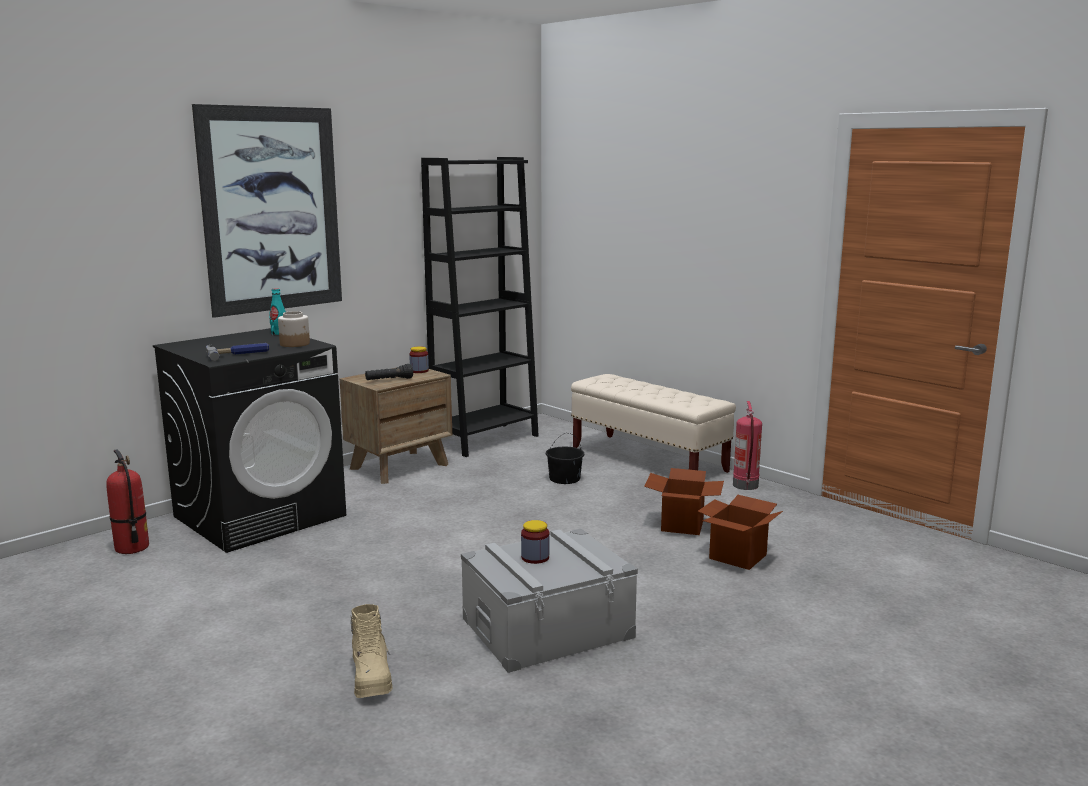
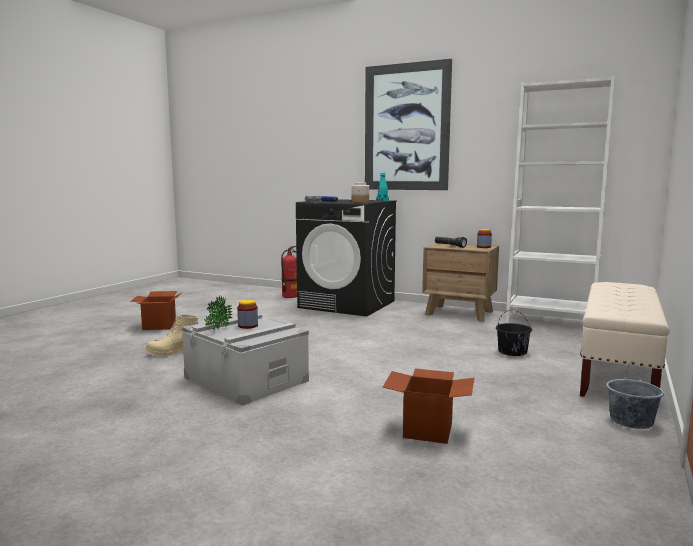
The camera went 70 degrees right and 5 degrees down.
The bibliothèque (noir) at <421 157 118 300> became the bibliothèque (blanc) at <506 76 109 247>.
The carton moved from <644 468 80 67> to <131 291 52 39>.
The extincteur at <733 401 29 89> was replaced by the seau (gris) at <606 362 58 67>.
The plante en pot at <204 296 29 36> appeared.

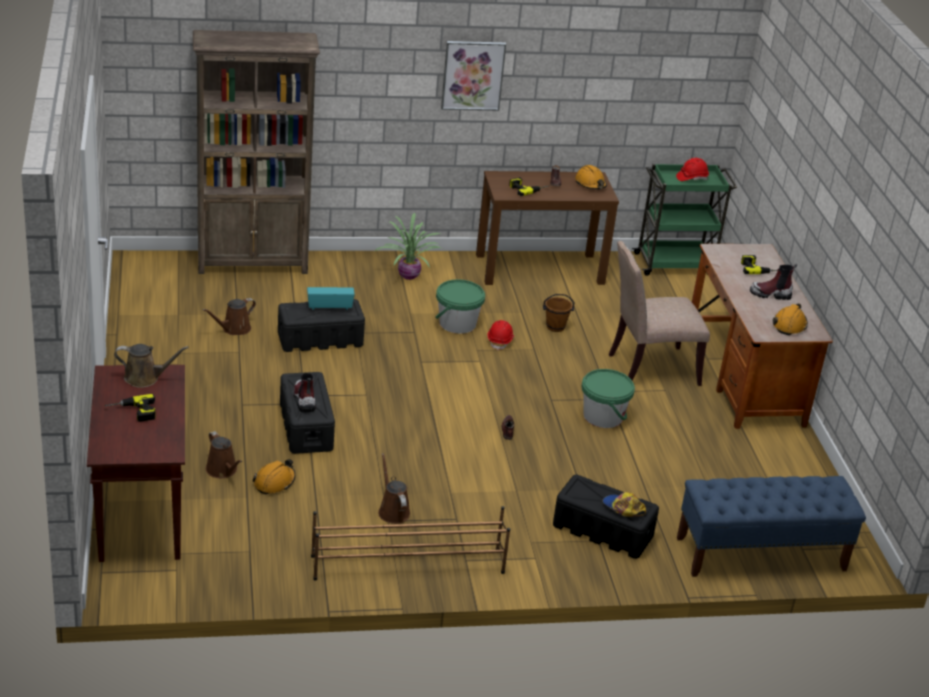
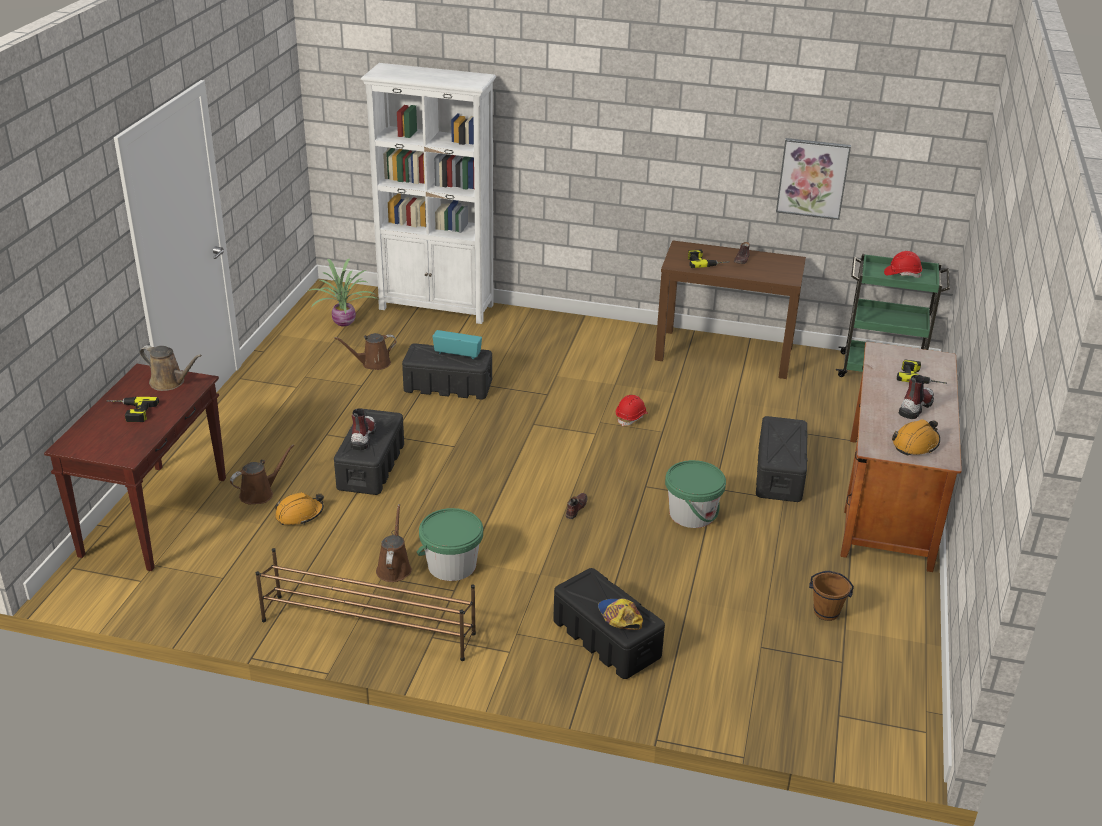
The camera went 25 degrees right and 0 degrees up.
The bibliothèque (marron) at <193 30 127 244> became the bibliothèque (blanc) at <361 63 135 261>.
The arrosoir (marron) at <206 431 36 47> turned 120 degrees counterclockwise.
The plante en pot moved from <375 213 66 67> to <307 258 71 69>.
The seau (vert) moved from <435 279 50 55> to <417 508 66 73>.
The tableau moved from <441 41 65 70> to <776 138 75 82>.
The seau (marron) moved from <543 294 32 38> to <809 571 45 50>.
The casque de chantier (orange) at <575 165 32 24> disappeared.
The chaise (beige) at <609 241 101 145> was replaced by the boîte de rangement (noir) at <756 416 52 86>.
The banc (bleu) at <677 476 189 101> disappeared.
The botte at <750 264 47 36> turned 105 degrees clockwise.

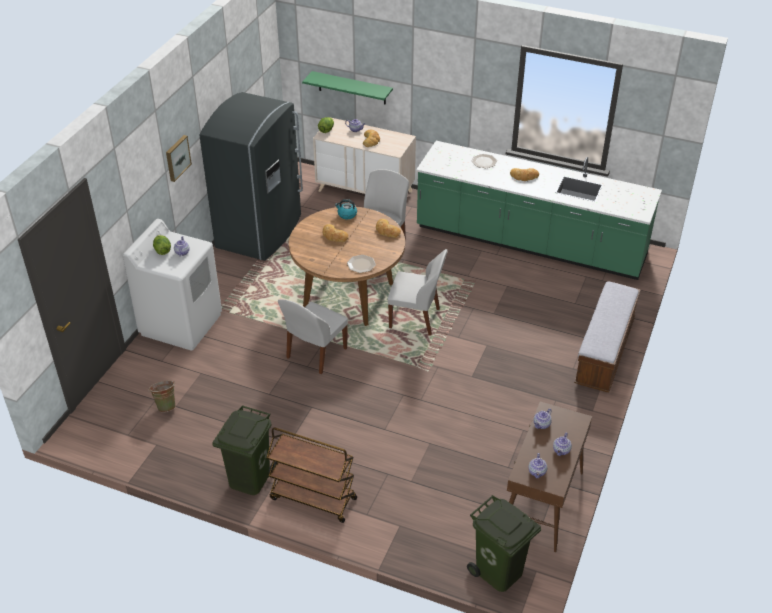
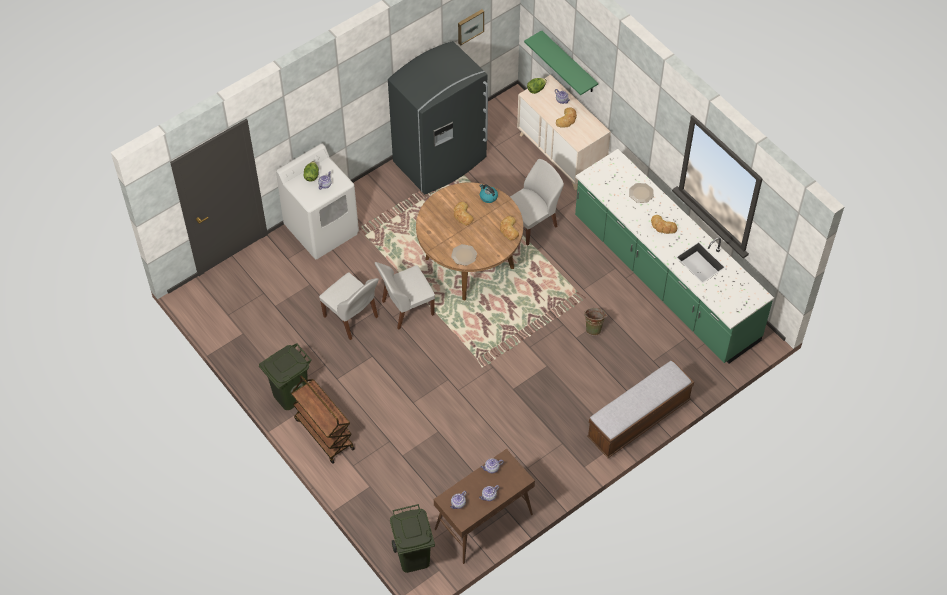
The camera went 30 degrees right and 15 degrees up.
The seau (vert) moved from <148 381 28 31> to <584 308 23 28>.
The tableau moved from <166 135 26 47> to <458 9 26 37>.
The chaise (blanc) moved from <388 249 60 86> to <319 272 60 68>.

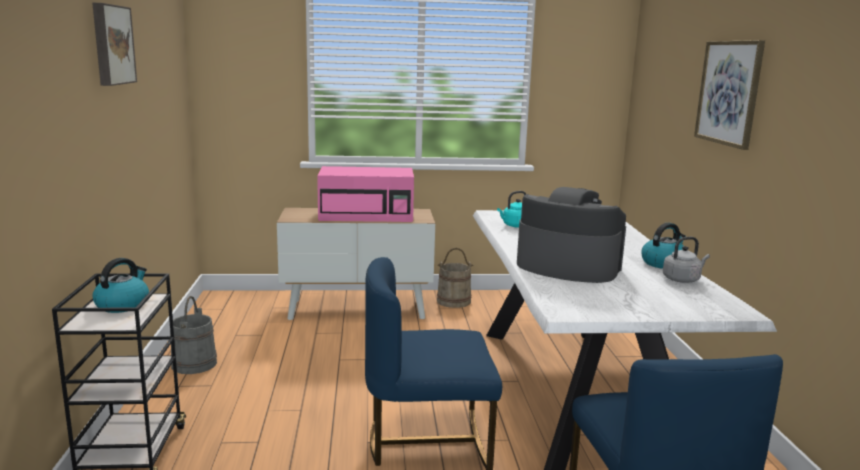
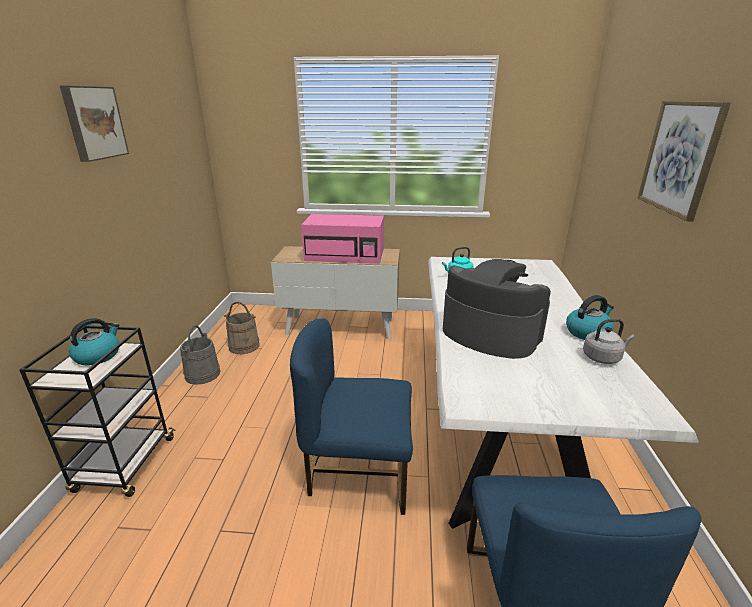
The camera went 10 degrees right and 10 degrees up.
The seau (beige) moved from <437 248 37 60> to <224 302 36 52>.

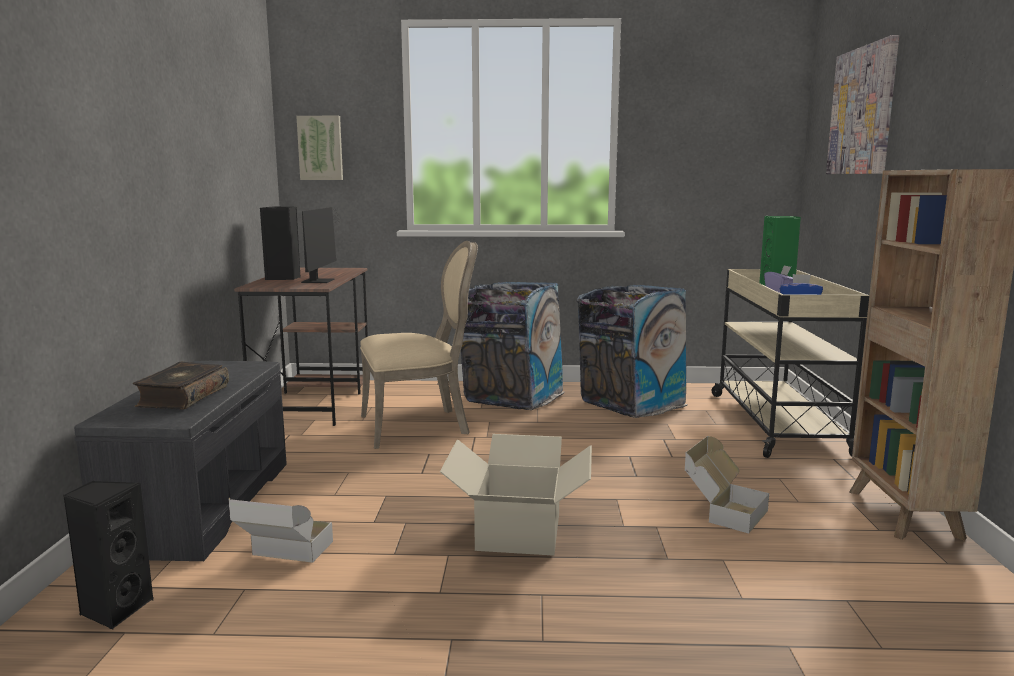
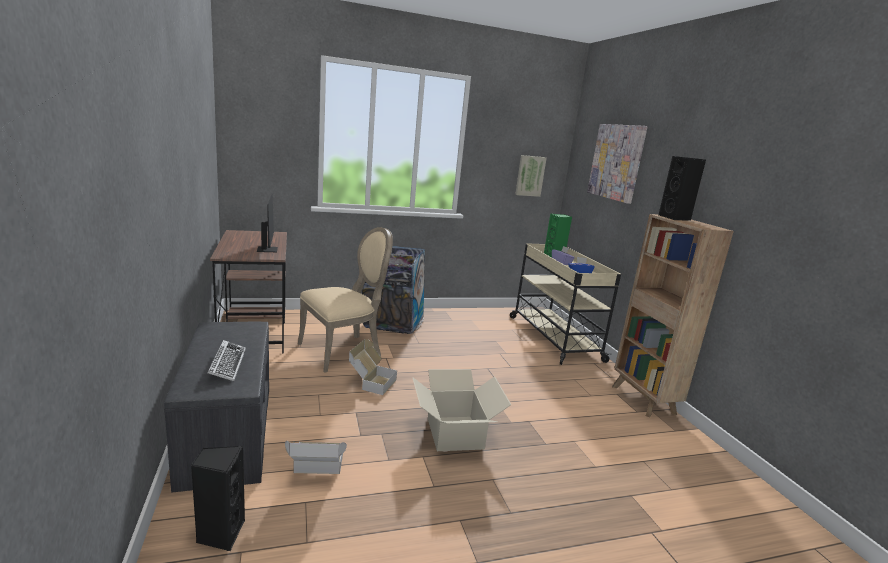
The camera went 20 degrees left and 5 degrees up.
The livre at <133 362 96 48> was replaced by the clavier at <207 340 39 41>.
The enceinte (noir) moved from <260 206 41 74> to <659 156 47 65>.
The tableau moved from <296 116 47 64> to <515 155 32 42>.
The poubelle at <576 285 112 133> disappeared.
The carton moved from <685 436 84 98> to <349 339 48 56>.

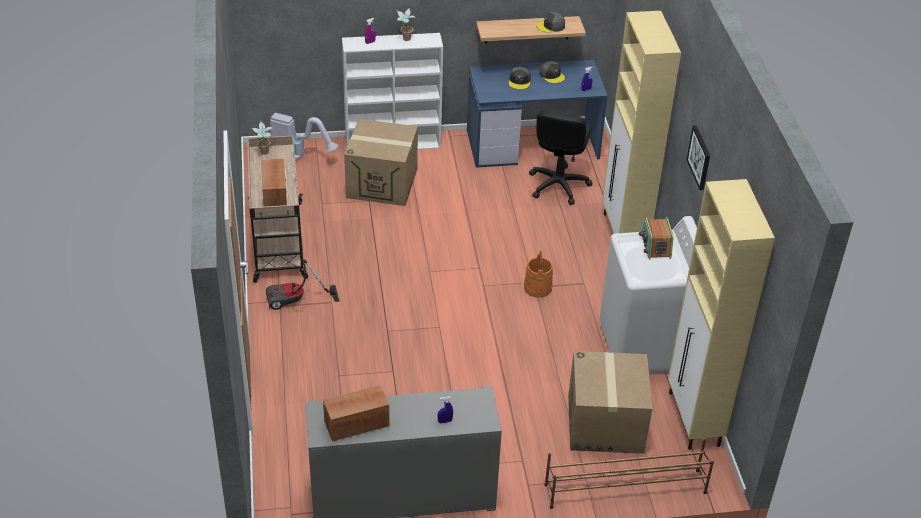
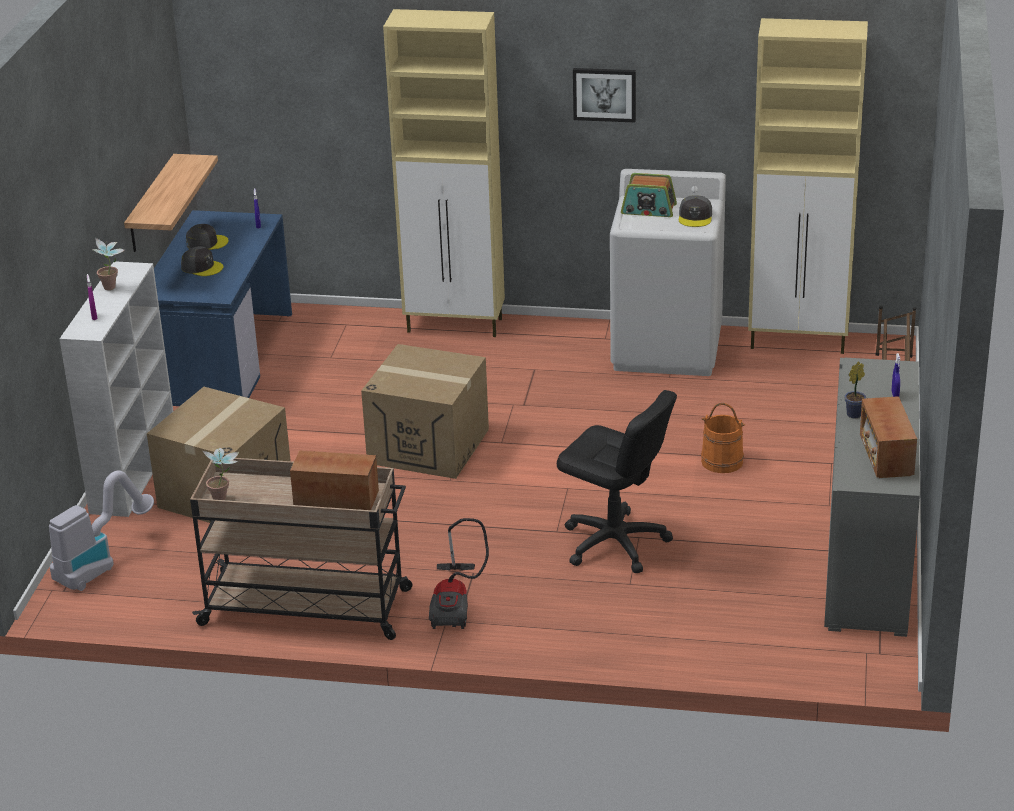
The camera went 70 degrees left and 10 degrees down.
The seau (orange) moved from <524 251 29 47> to <701 403 44 70>.
The chaise de bureau (noir) moved from <529 111 64 94> to <557 390 120 183>.
The casquette (gris) moved from <536 12 29 20> to <679 195 33 32>.
The carton moved from <568 351 84 103> to <361 344 128 135>.
The plante en pot at <845 361 21 57> appeared.

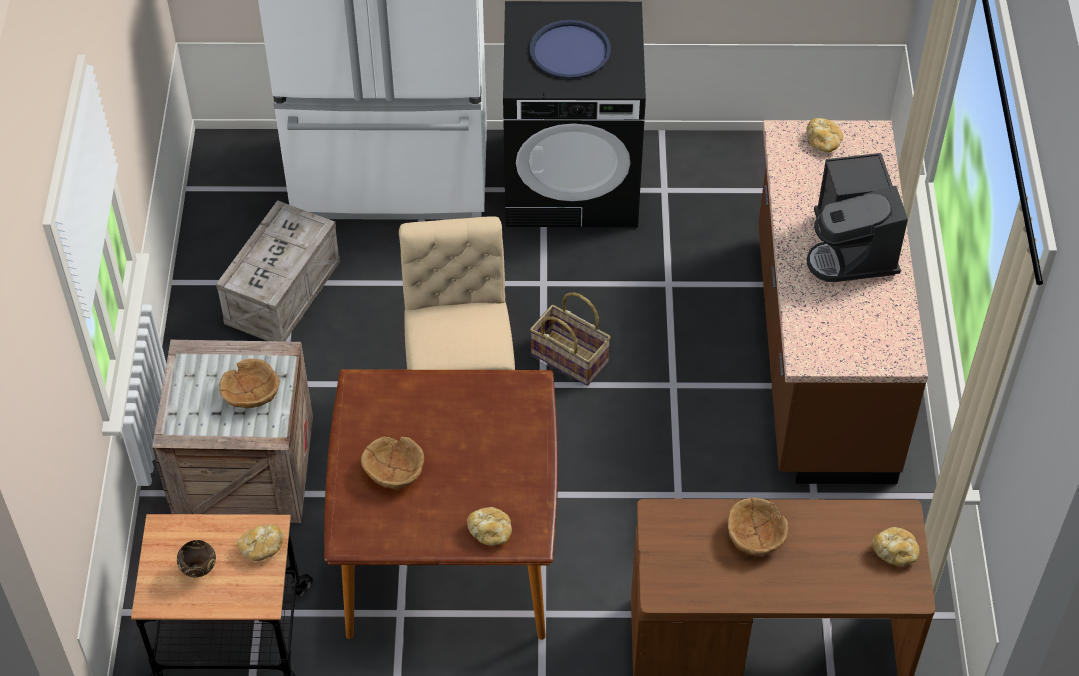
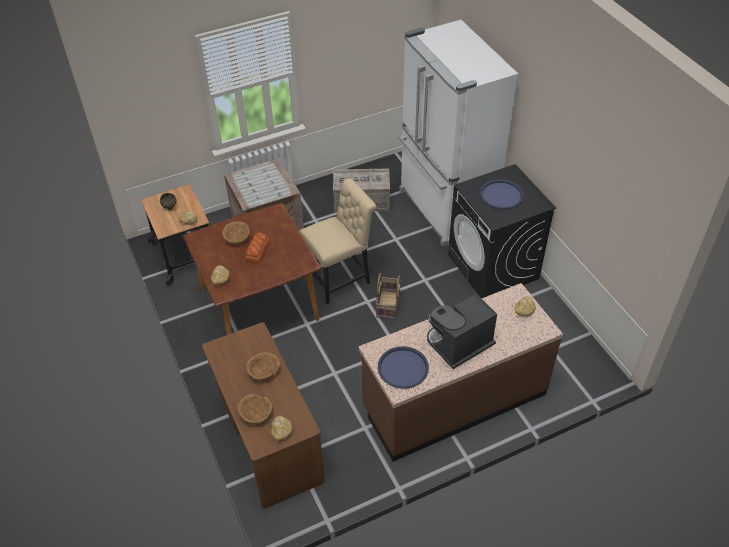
The camera went 65 degrees right and 5 degrees down.
The bol (marron) moved from <219 359 61 49> to <237 394 35 31>.
The pain at <245 233 25 31> appeared.
The plateau (bleu) at <378 346 51 43> appeared.

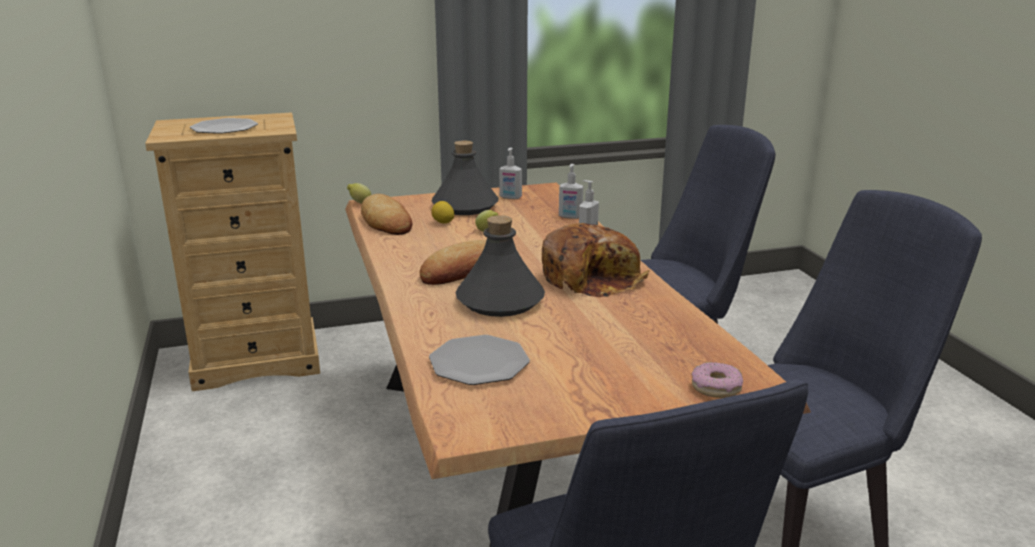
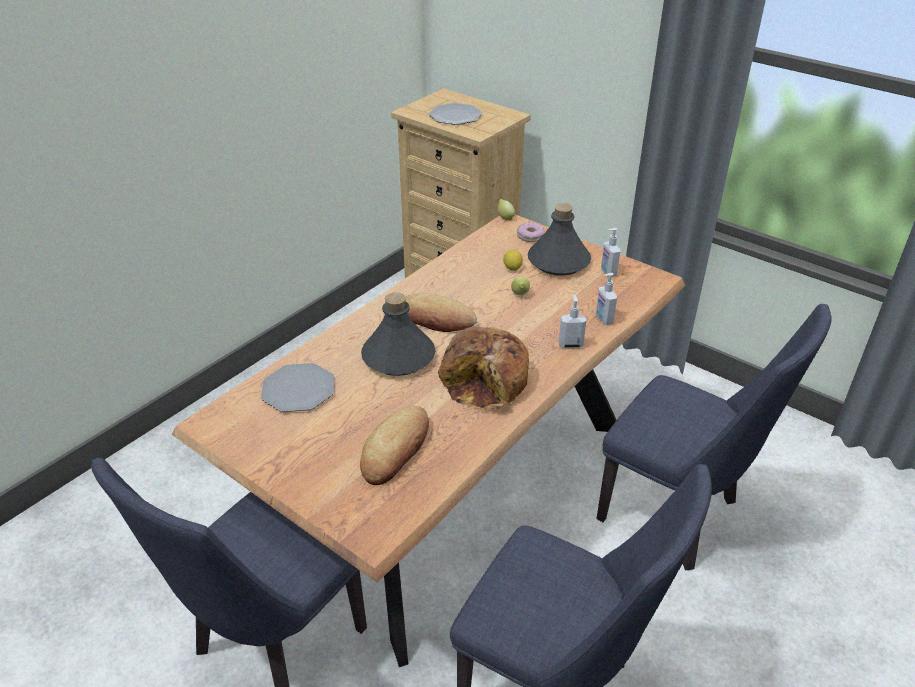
The camera went 55 degrees right and 15 degrees up.
The pain moved from <361 194 51 41> to <360 406 69 79>.
The beignet moved from <691 362 52 36> to <517 222 27 20>.

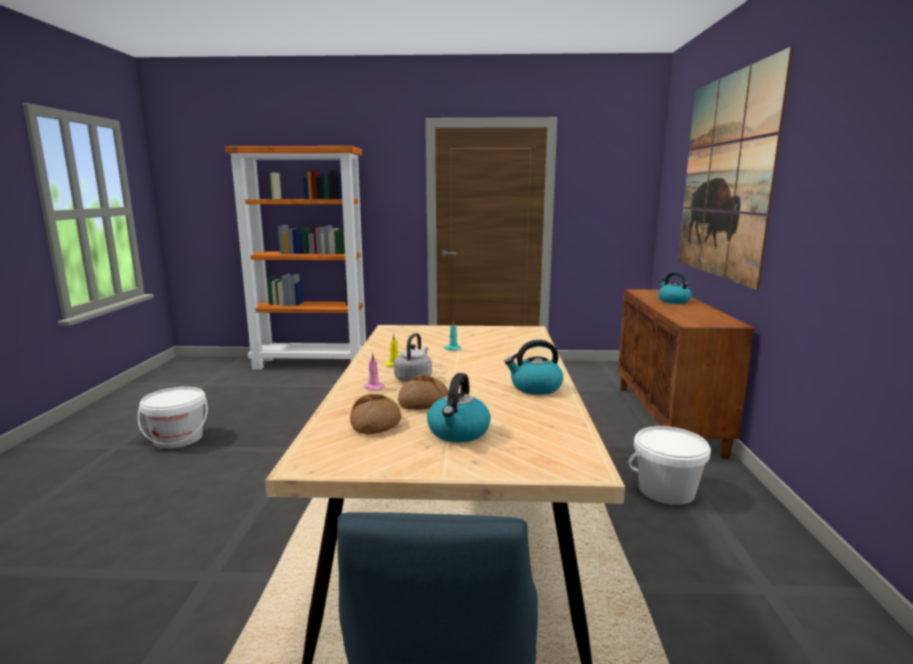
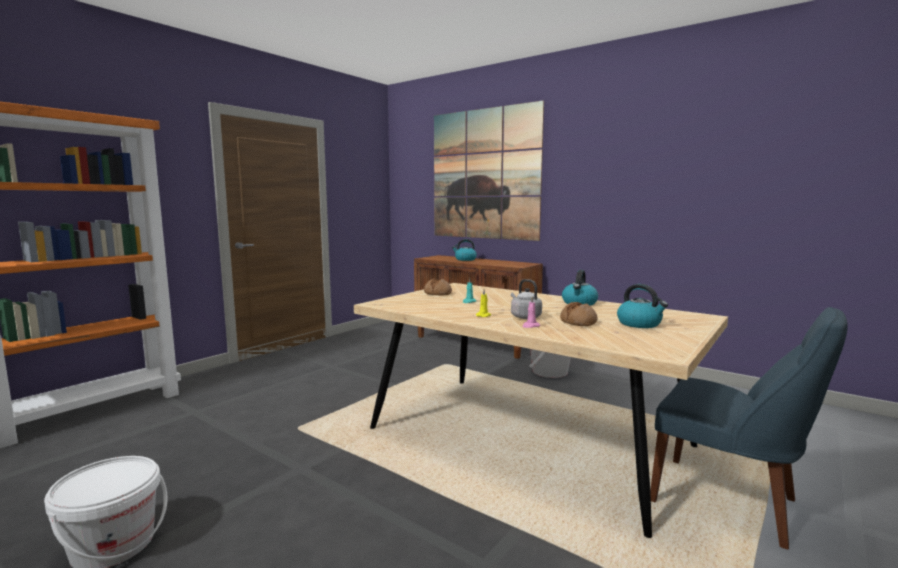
The camera went 55 degrees left and 5 degrees down.
The pain moved from <350 394 51 41> to <424 278 28 18>.

